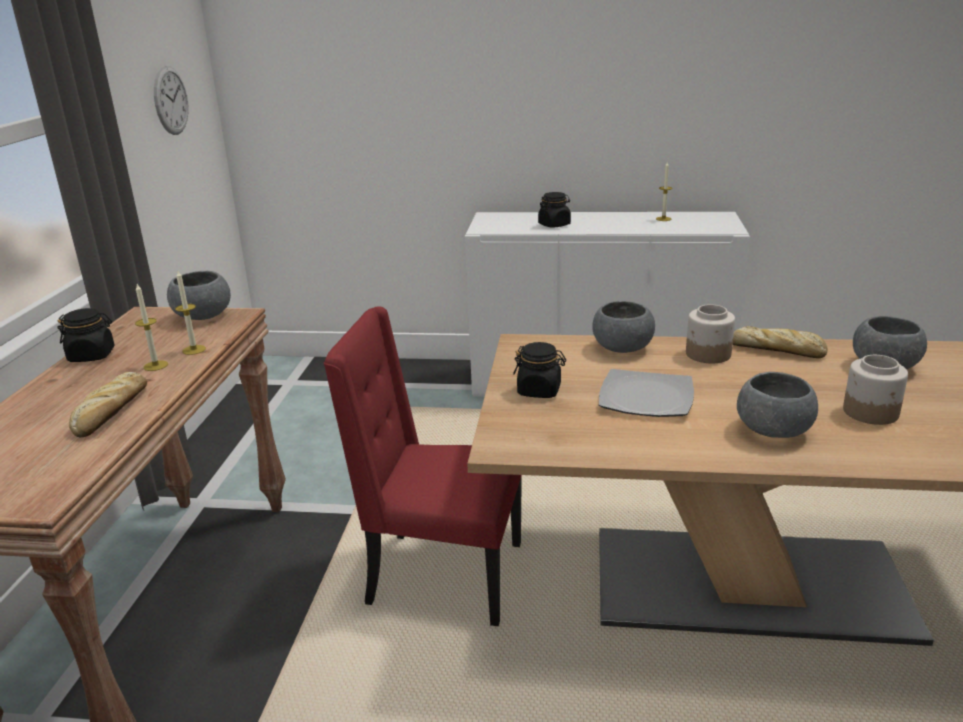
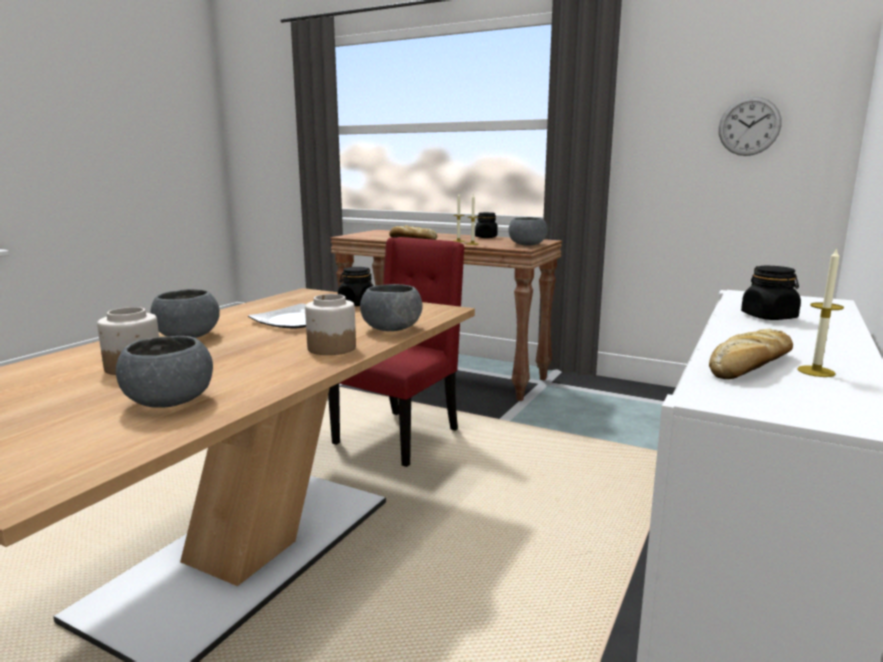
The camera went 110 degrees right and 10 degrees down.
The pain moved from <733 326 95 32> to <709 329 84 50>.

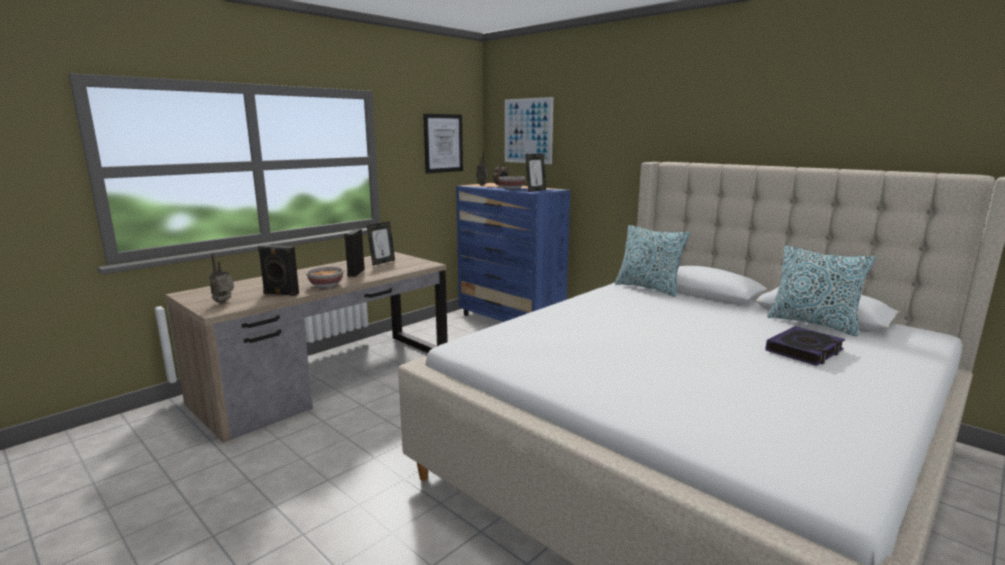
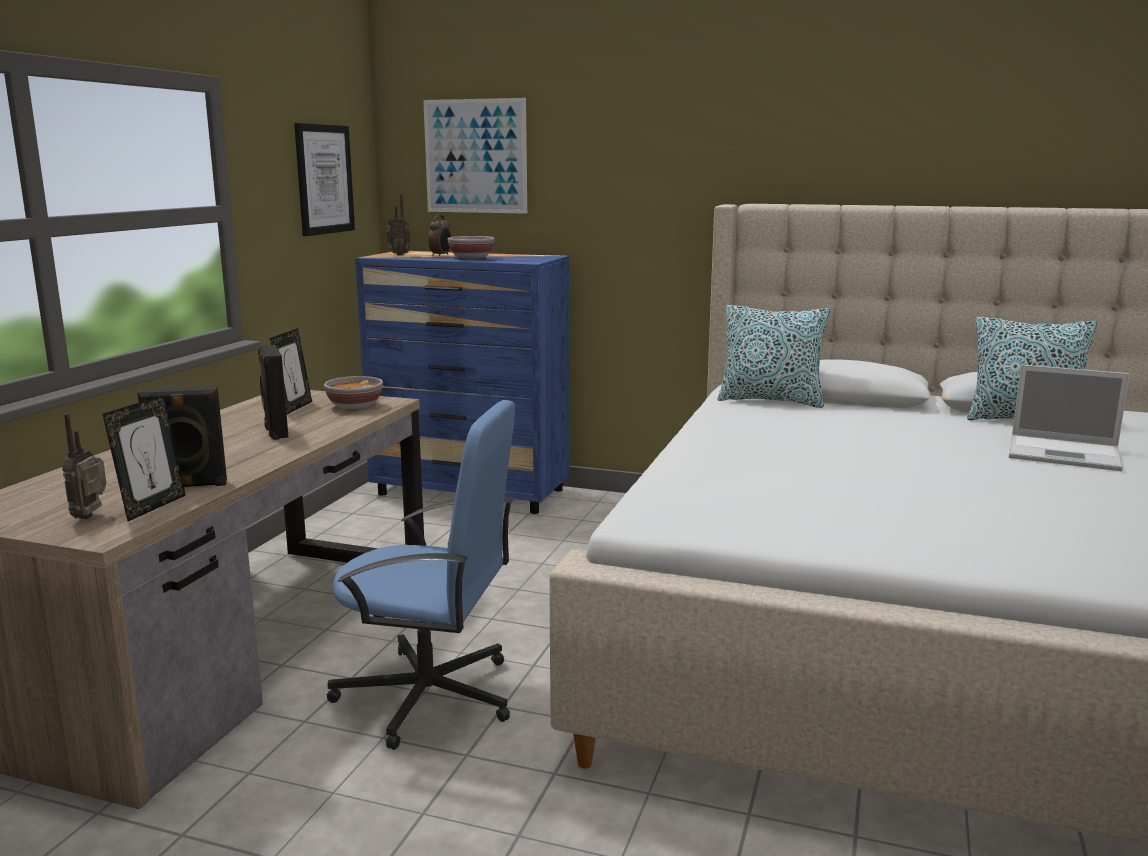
The camera went 25 degrees left and 0 degrees up.
The bol moved from <306 267 37 21> to <324 376 59 33>.
The cadre photo moved from <525 154 21 38> to <102 395 84 126>.
The livre at <766 326 79 40> was replaced by the ordinateur portable at <1009 365 121 106>.
The chaise de bureau (bleu) at <327 400 188 350> appeared.

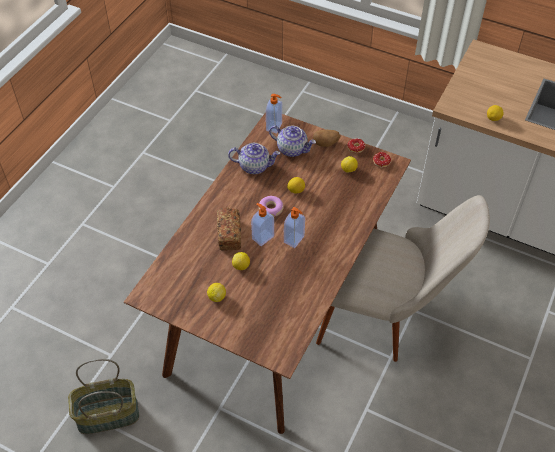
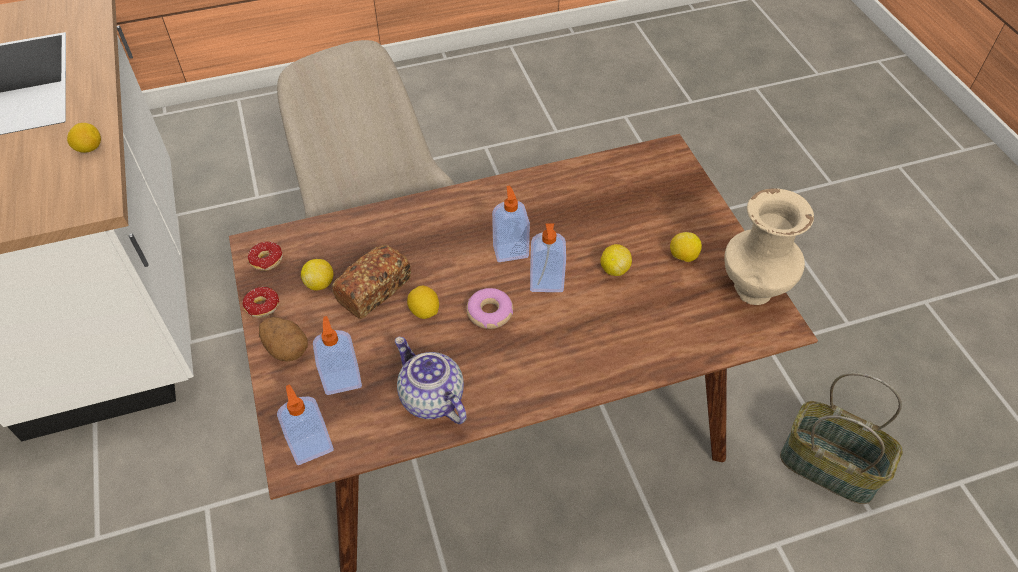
The camera went 135 degrees left and 0 degrees up.
The pain moved from <217 208 24 43> to <332 245 79 74>.
The théière at <269 125 47 32> was replaced by the distributeur de savon at <313 316 49 79>.
The vase (beige) at <724 188 90 117> appeared.

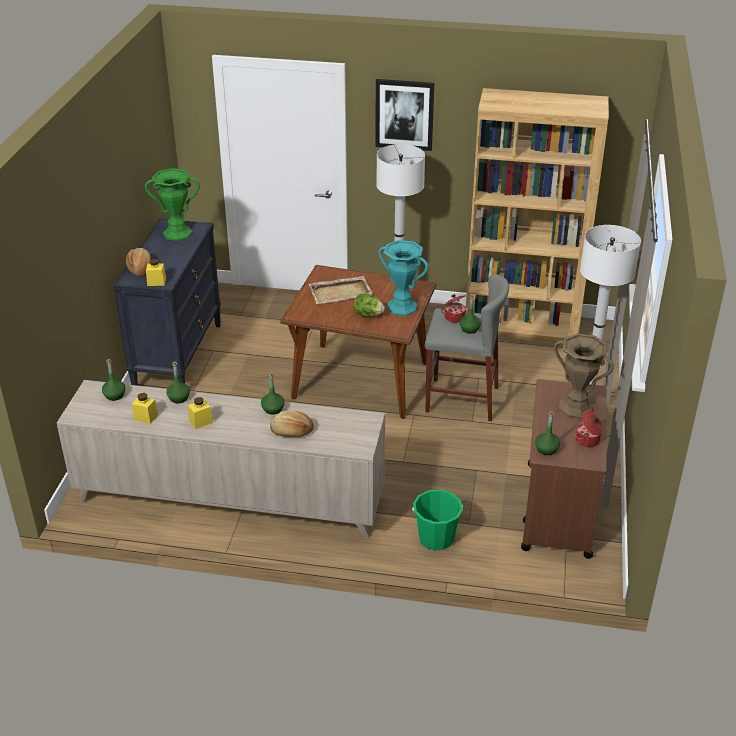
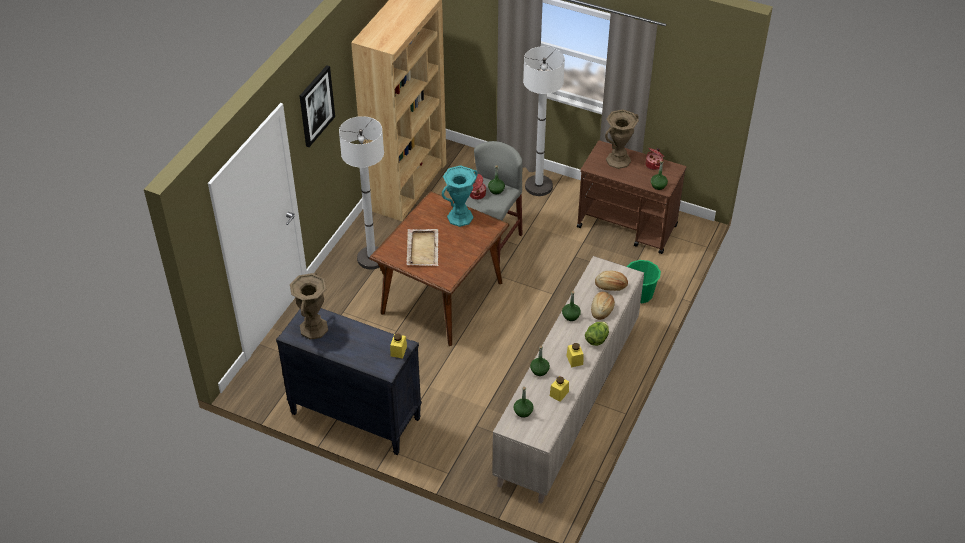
The camera went 75 degrees left and 10 degrees up.
The pain moved from <126 248 25 28> to <595 271 33 20>.
The vase (vert) at <145 168 55 73> became the vase (marron) at <290 273 38 67>.
The laitue moved from <354 294 31 23> to <585 322 24 24>.

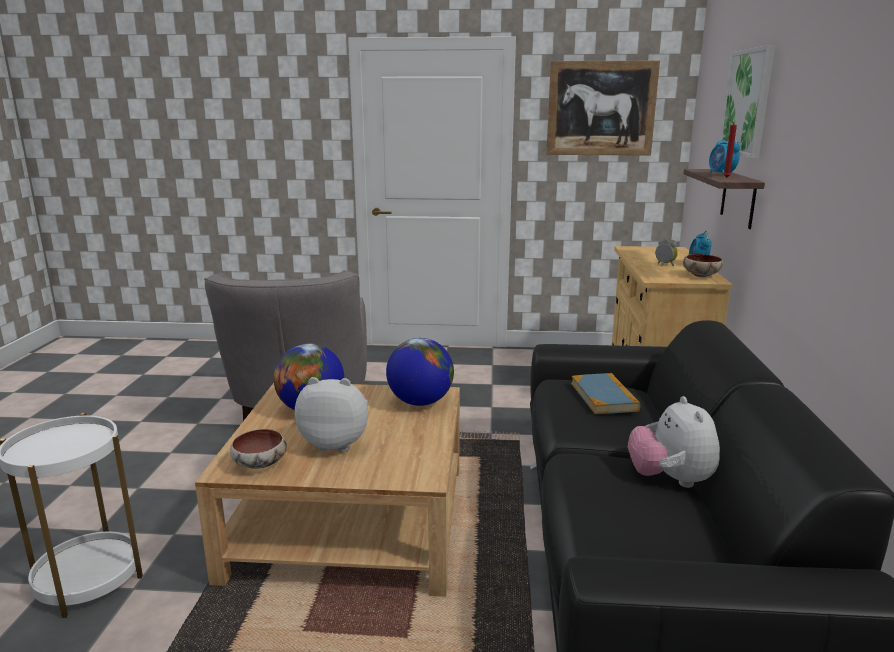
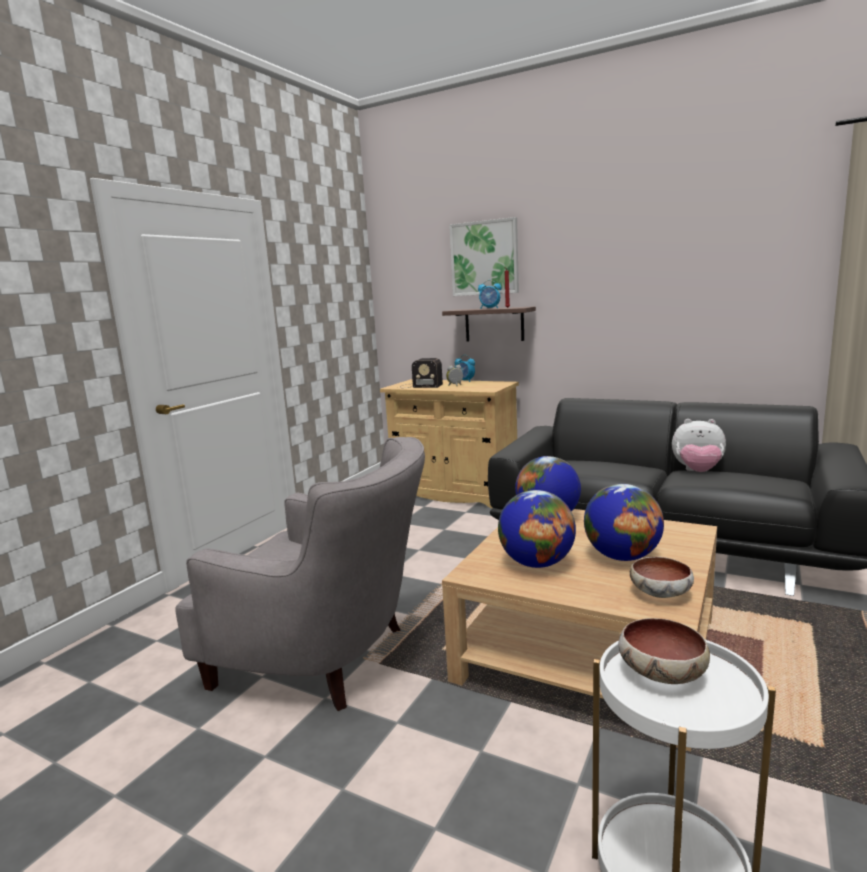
The camera went 65 degrees left and 5 degrees down.
The peluche at <295 377 73 75> was replaced by the globe at <584 484 80 77>.
The tableau at <546 61 114 95> disappeared.
The livre at <571 373 69 41> disappeared.
The bol moved from <683 254 40 23> to <619 618 91 66>.
The radio at <400 358 43 30> appeared.

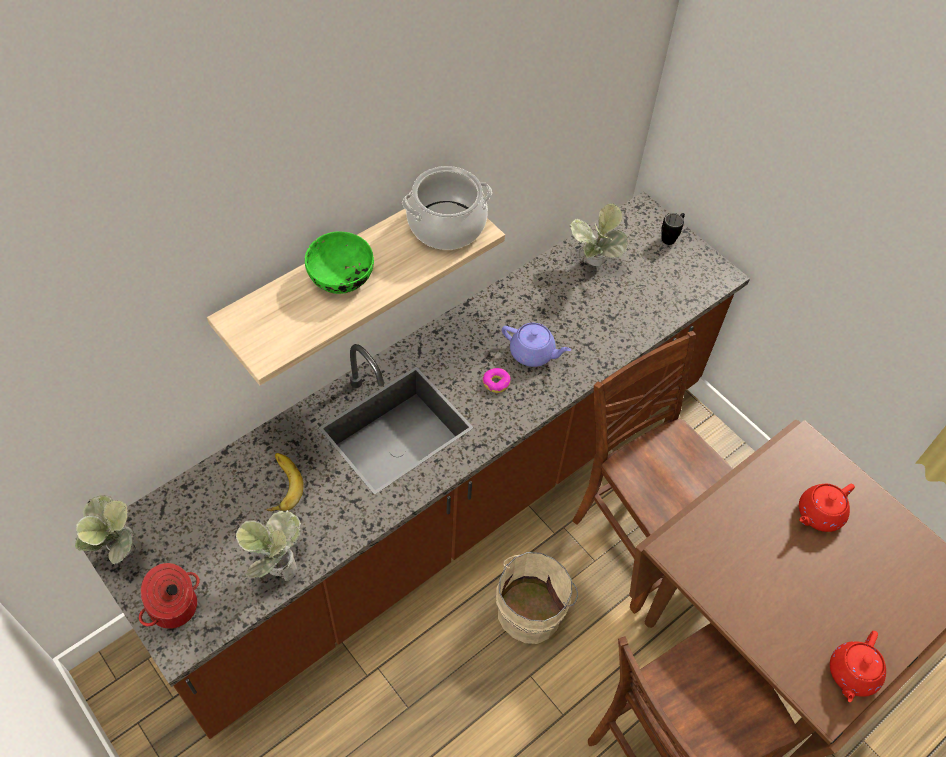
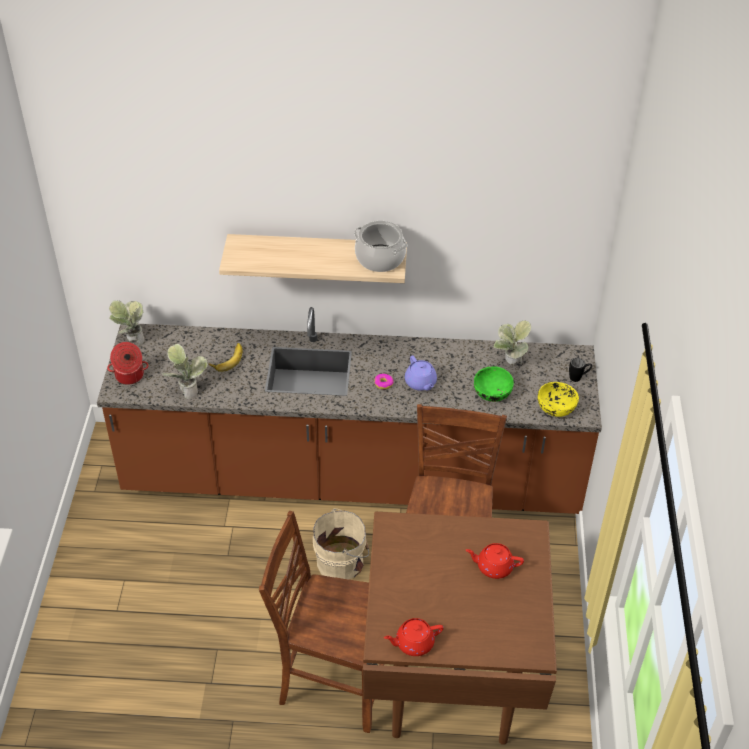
The camera went 45 degrees right and 10 degrees down.
The bol (vert) moved from <305 231 69 63> to <474 366 40 36>.
The bol (jaune) at <538 382 41 35> appeared.

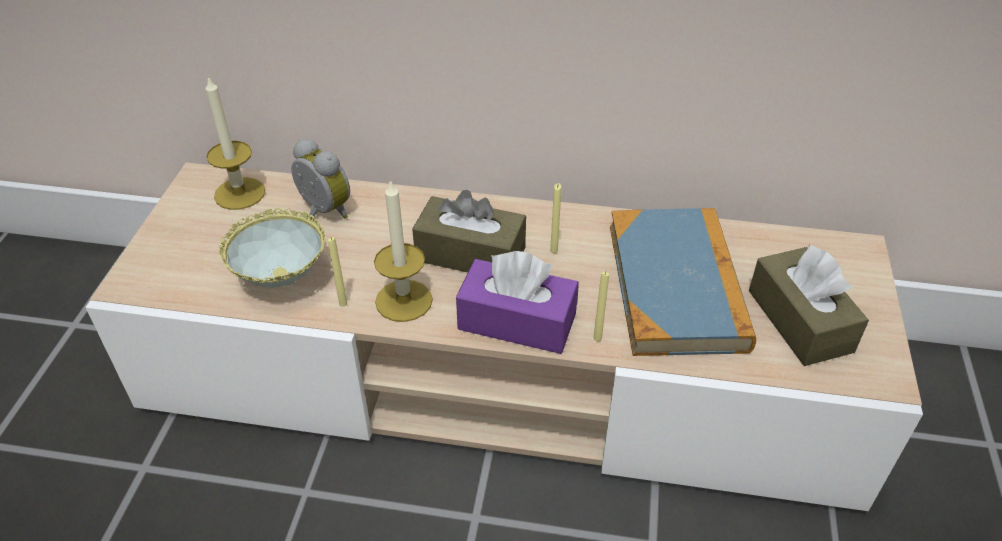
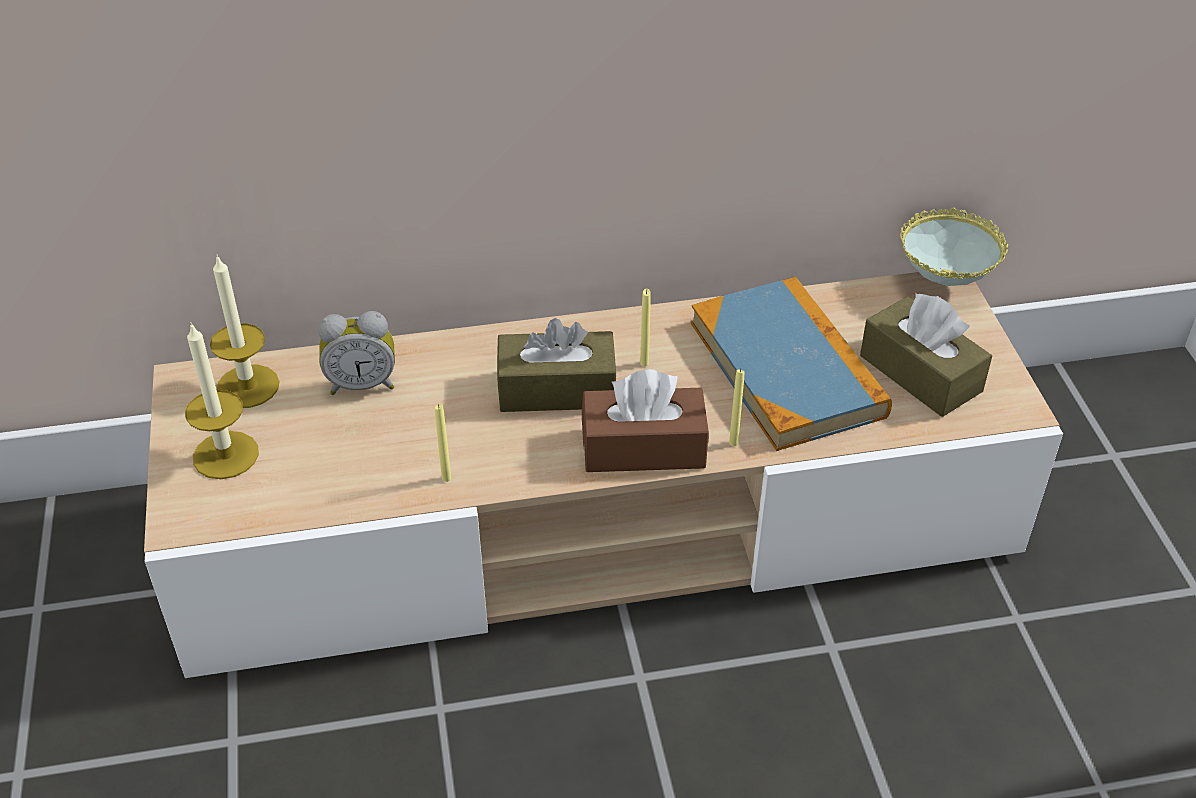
The camera went 20 degrees left and 0 degrees up.
The bol moved from <218 208 108 80> to <900 208 108 78>.
The réveil at <291 139 59 80> turned 150 degrees clockwise.
The bougie moved from <374 179 59 143> to <185 323 74 156>.
The boîte à mouchoirs (violet) at <456 251 123 103> became the boîte à mouchoirs (marron) at <582 369 127 103>.

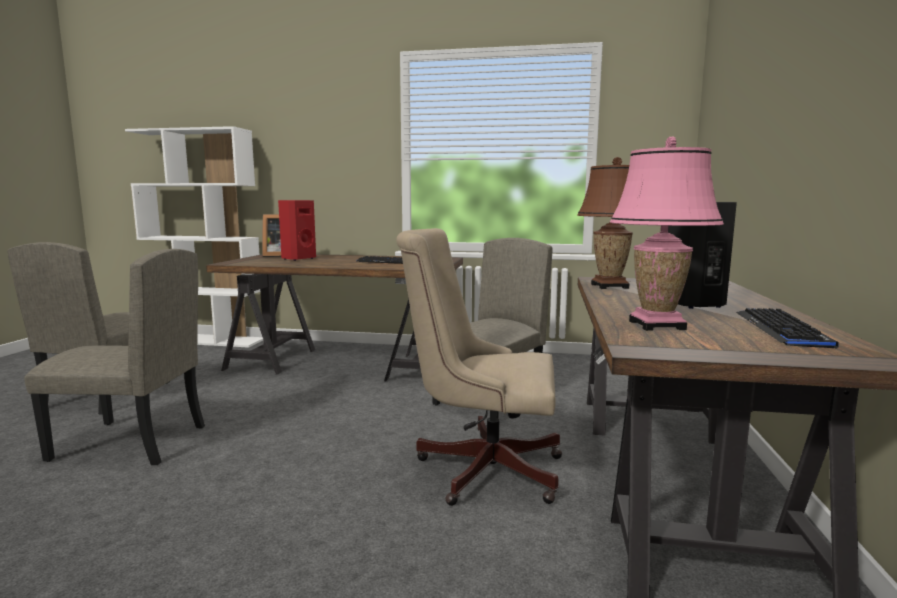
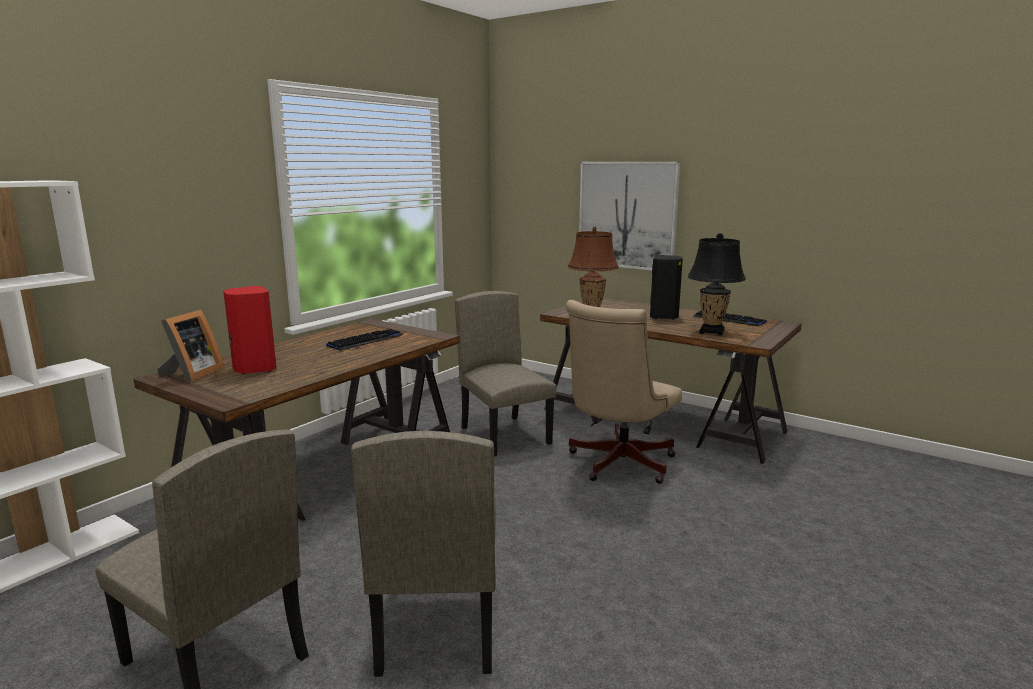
The camera went 65 degrees left and 5 degrees up.
The chaise (beige) at <24 249 181 216> turned 150 degrees clockwise.
The lampe de table (rose) at <610 137 114 194> became the lampe de table (noir) at <688 233 58 103>.
The tableau at <579 161 102 110> appeared.

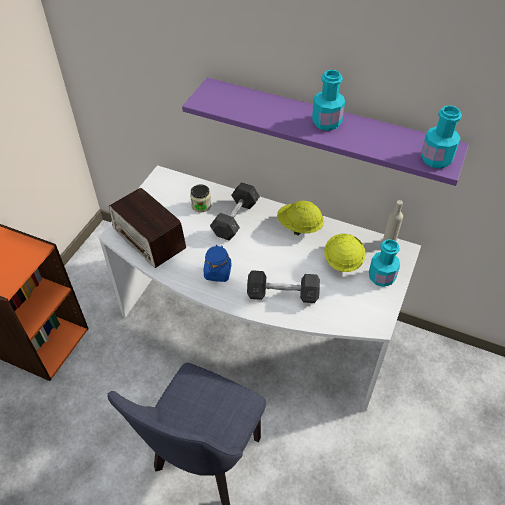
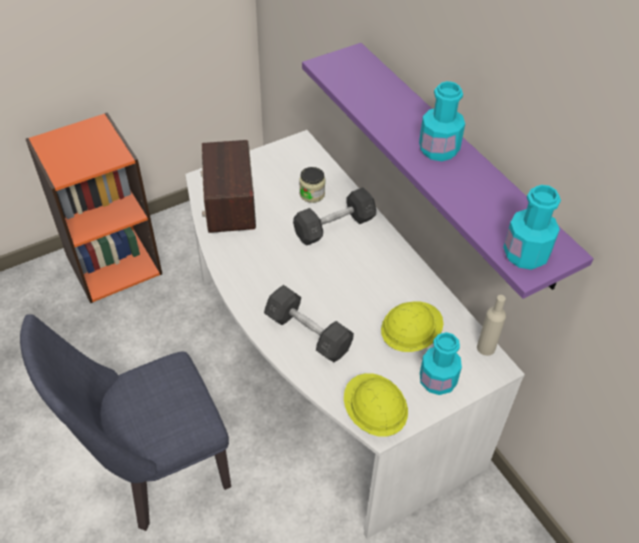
The camera went 35 degrees right and 0 degrees up.
The bocal (bleu) at <203 245 28 37> disappeared.
The casque de chantier (jaune) moved from <277 201 47 34> to <344 373 64 64>.

